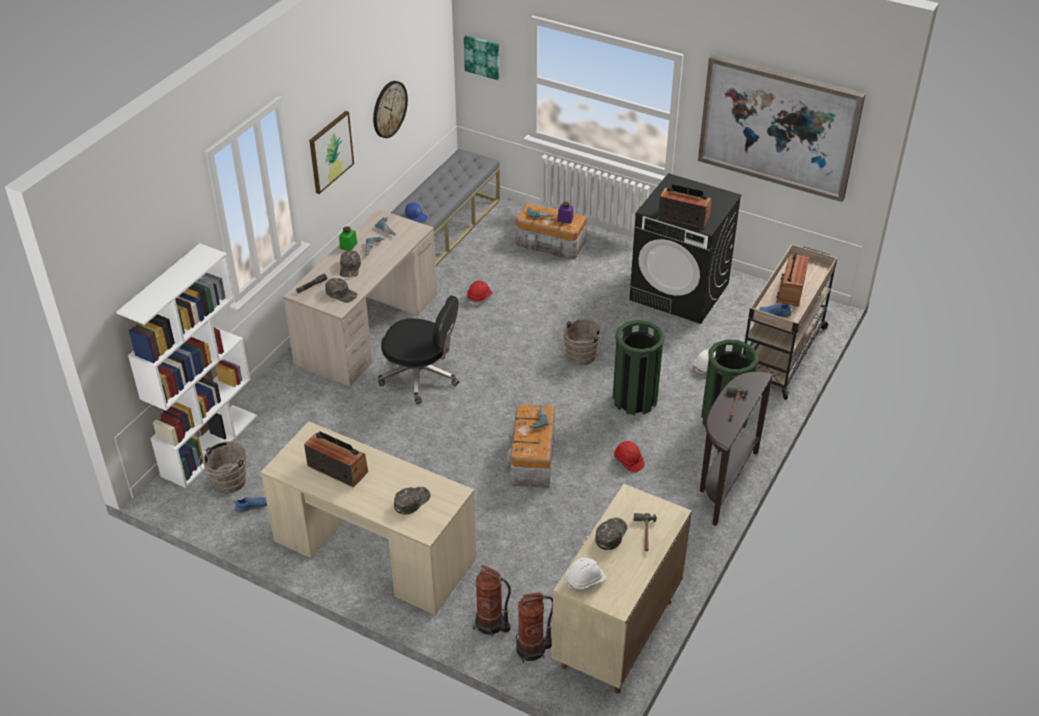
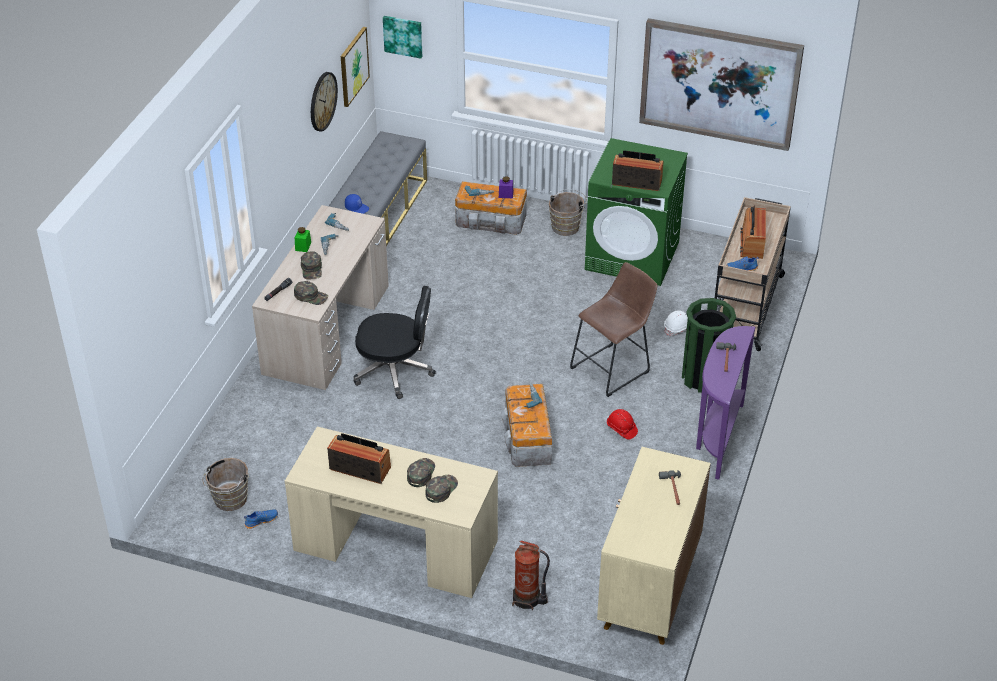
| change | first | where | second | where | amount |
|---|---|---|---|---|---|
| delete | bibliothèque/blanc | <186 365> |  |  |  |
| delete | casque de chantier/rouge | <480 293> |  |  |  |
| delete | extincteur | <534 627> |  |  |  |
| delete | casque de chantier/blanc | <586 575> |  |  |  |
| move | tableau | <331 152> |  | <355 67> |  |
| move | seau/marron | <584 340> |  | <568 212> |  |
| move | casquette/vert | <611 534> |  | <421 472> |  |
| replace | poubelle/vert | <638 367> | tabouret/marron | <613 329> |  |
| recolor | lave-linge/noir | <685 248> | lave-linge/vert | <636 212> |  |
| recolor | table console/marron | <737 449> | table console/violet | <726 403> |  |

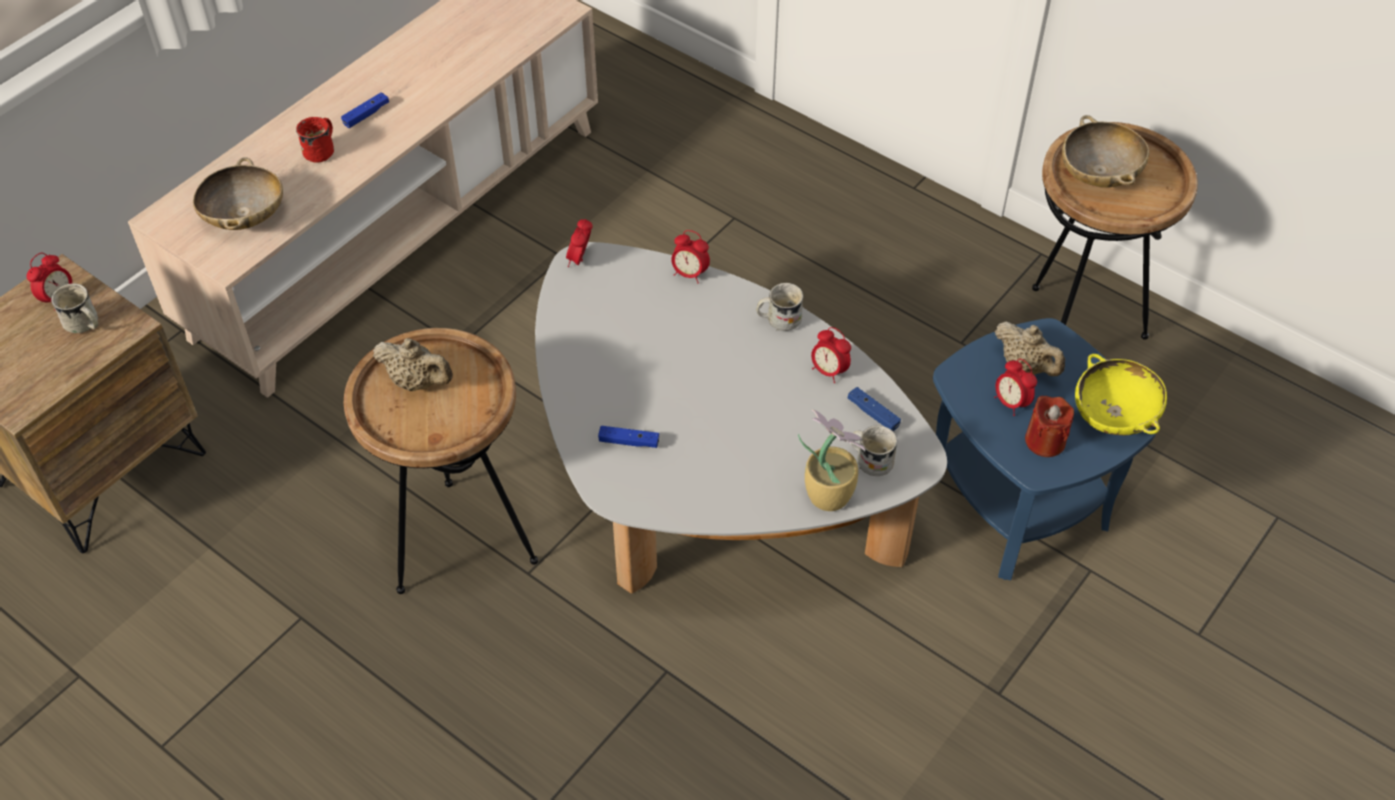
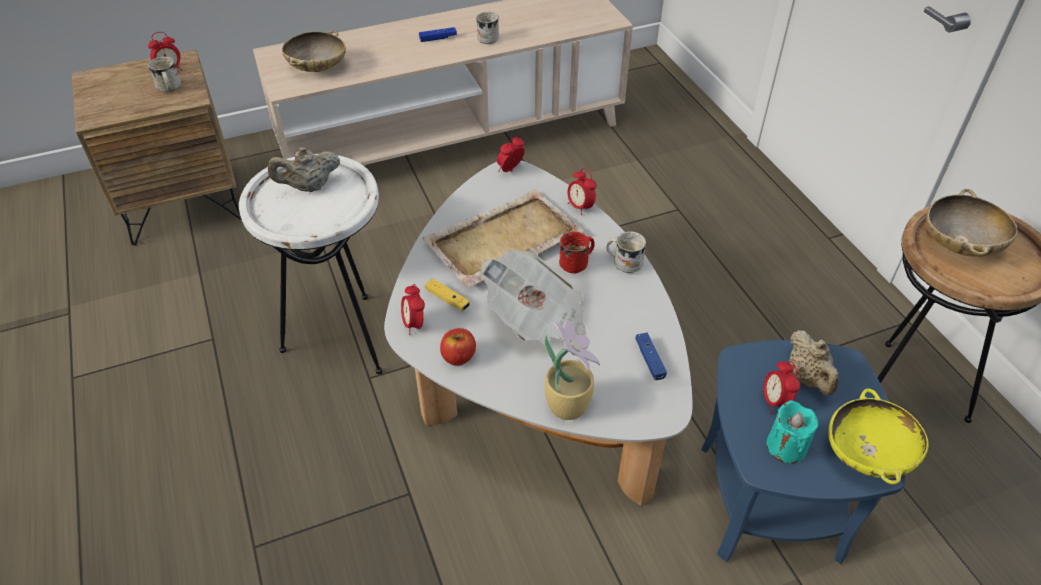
| change | first | where | second | where | amount |
|---|---|---|---|---|---|
| insert |  |  | plateau/beige | <503 238> |  |
| insert |  |  | pomme | <458 347> |  |
| insert |  |  | journal | <534 297> |  |
| move | mug/rouge | <315 139> |  | <577 253> |  |
| move | réveil | <831 355> |  | <413 309> |  |
| move | mug/blanc | <873 451> |  | <487 28> |  |
| recolor | table d'appoint/marron | <441 461> | table d'appoint/blanc | <310 264> |  |
| recolor | manette/bleu | <629 437> | manette/jaune | <447 295> |  |
| recolor | bougie/rouge | <1049 426> | bougie/turquoise | <792 432> |  |
| rotate | théière/beige | <413 364> |  | <304 169> | 105 degrees clockwise |

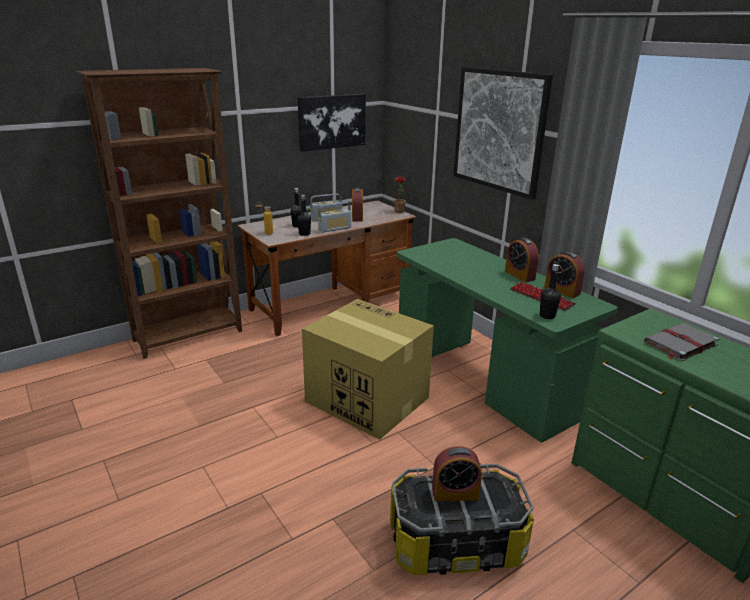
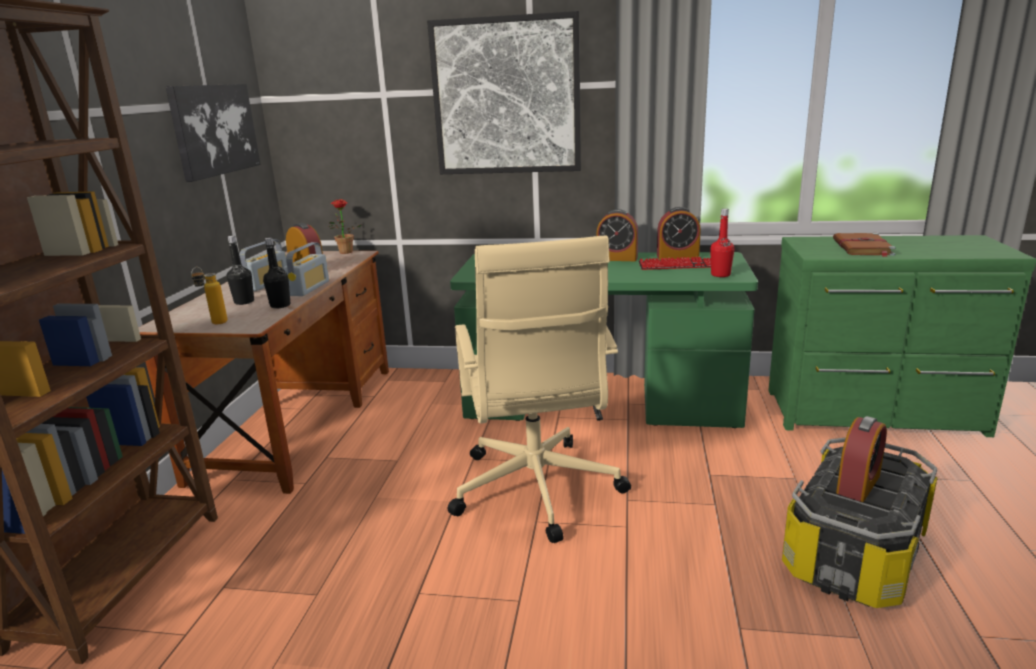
| change | first | where | second | where | amount |
|---|---|---|---|---|---|
| replace | carton | <368 369> | chaise de bureau/beige | <539 389> |  |
| recolor | bouteille/noir | <550 291> | bouteille/rouge | <722 243> |  |
| recolor | livre/gris | <682 342> | livre/marron | <864 245> |  |

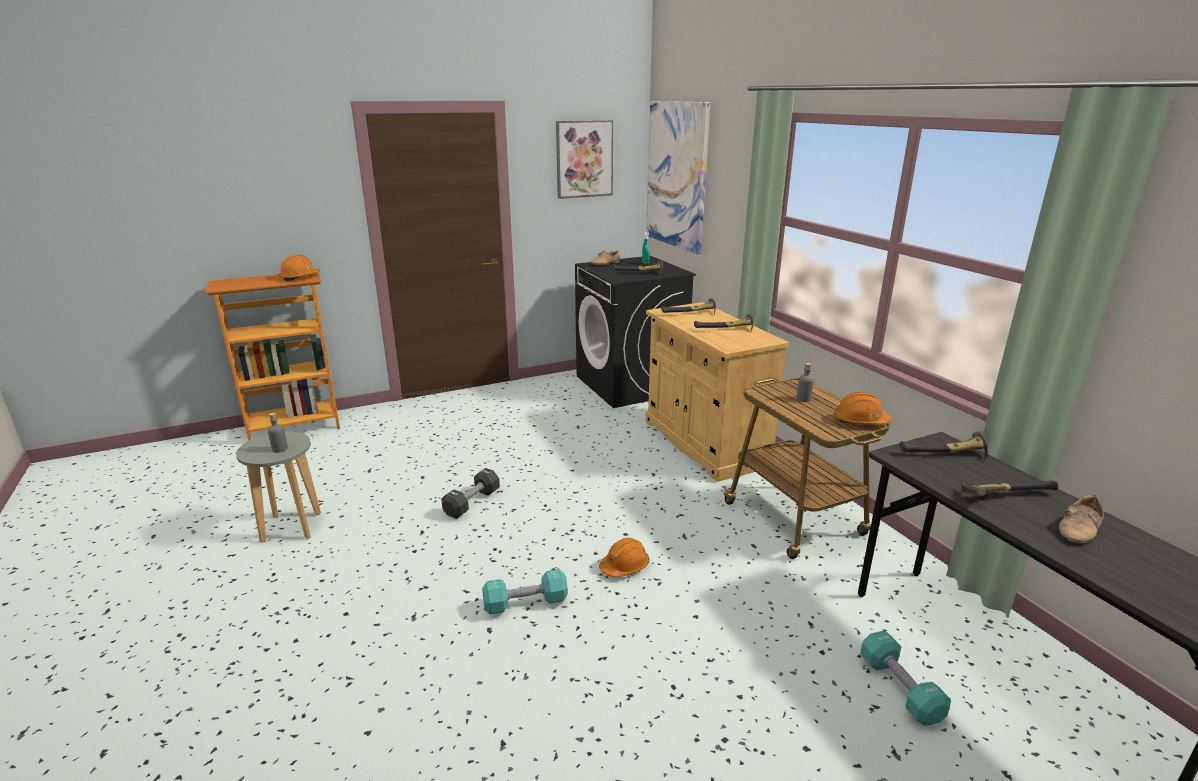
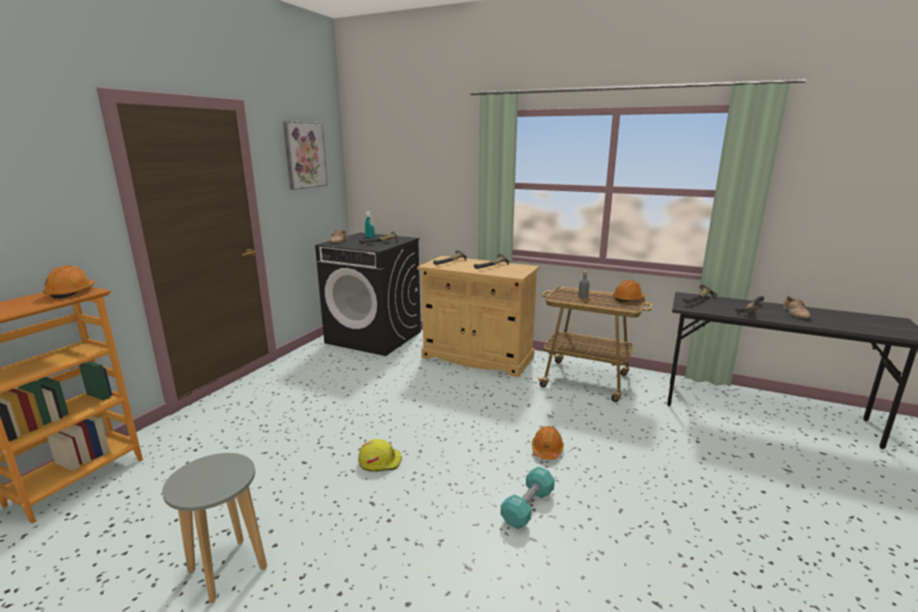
| change | first | where | second | where | amount |
|---|---|---|---|---|---|
| delete | bouteille/gris | <278 433> |  |  |  |
| delete | tableau | <678 177> |  |  |  |
| delete | haltère/turquoise | <905 678> |  |  |  |
| replace | haltère/noir | <470 493> | casque de chantier/jaune | <380 455> |  |

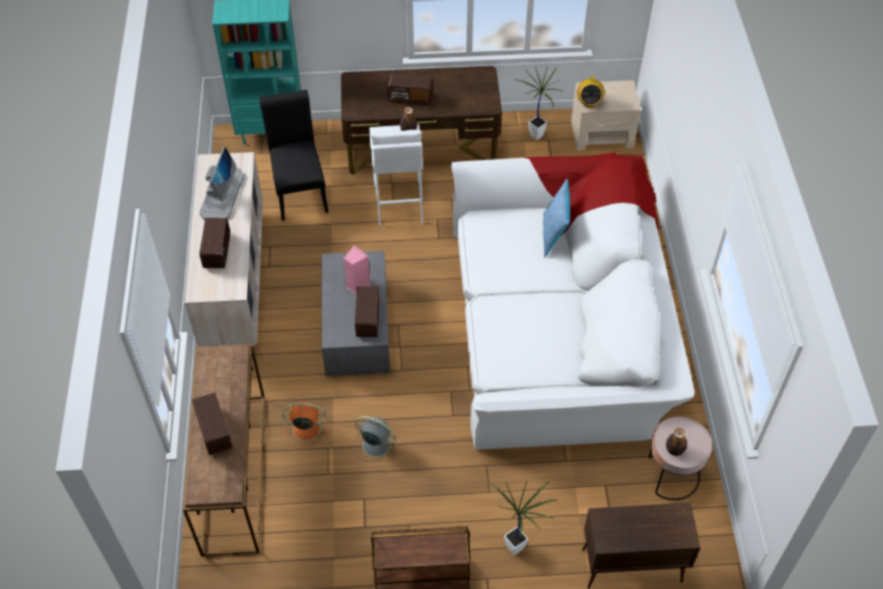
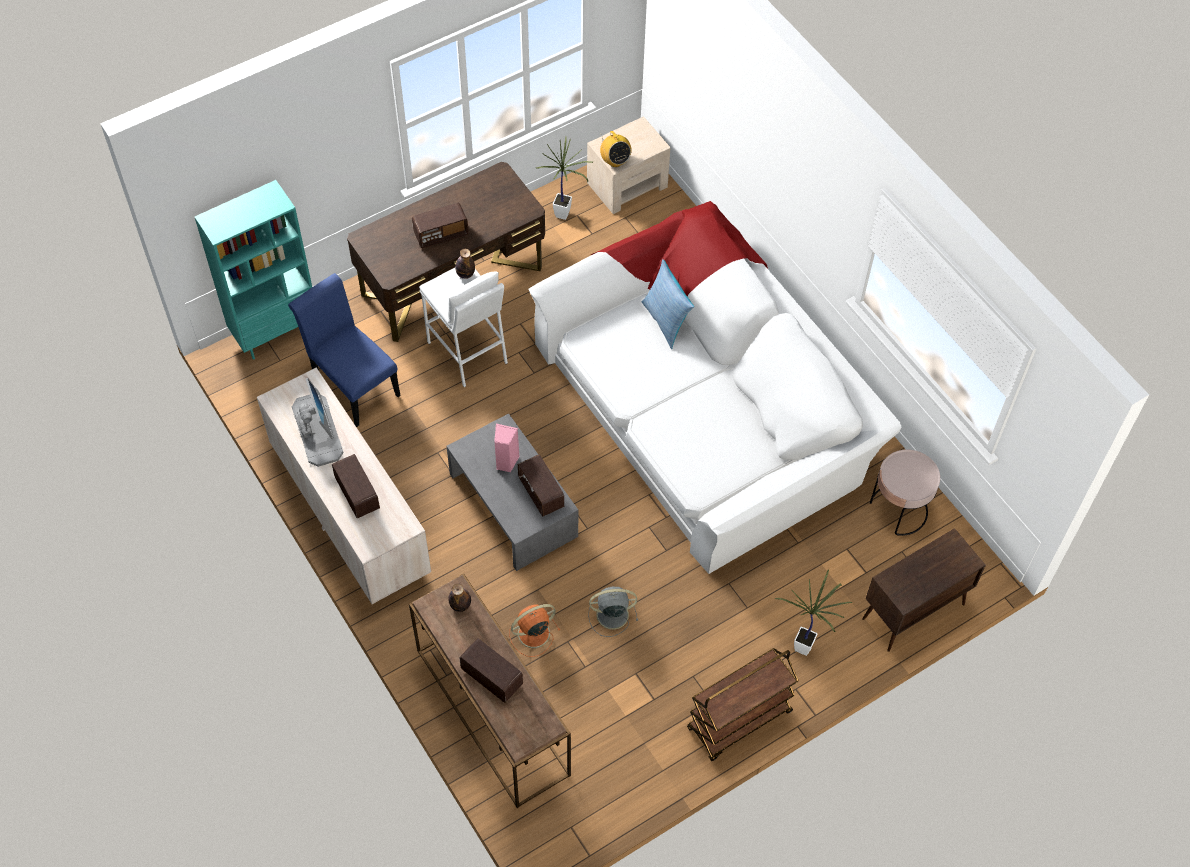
| change | first | where | second | where | amount |
|---|---|---|---|---|---|
| move | bouteille | <676 442> |  | <459 597> |  |
| recolor | chaise/noir | <294 155> | chaise/bleu | <344 350> |  |

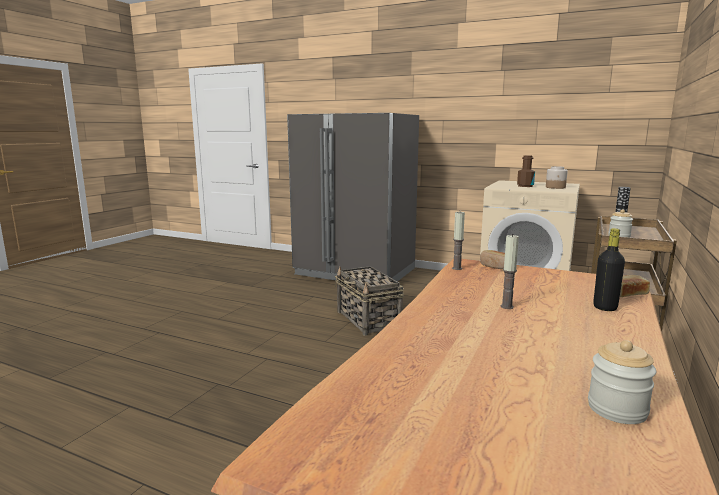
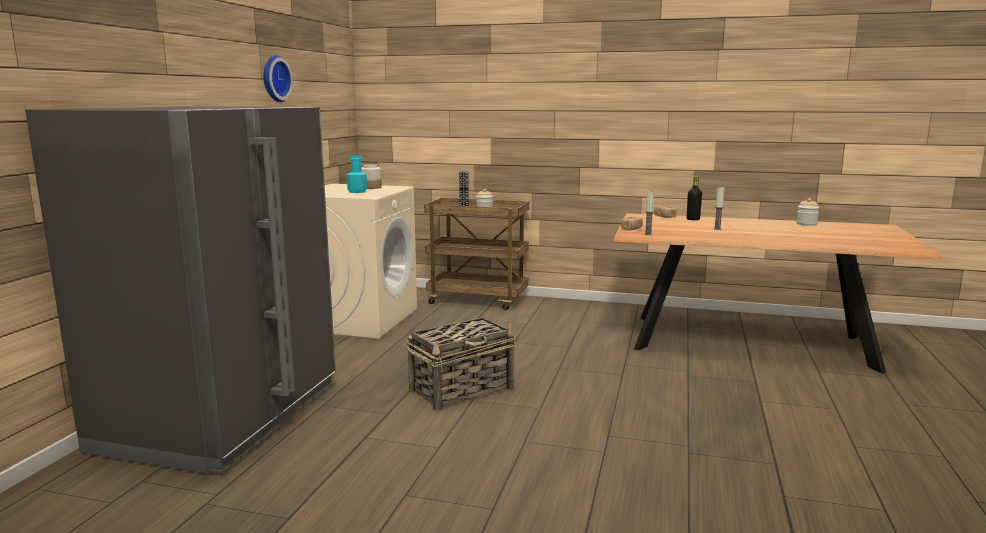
| change | first | where | second | where | amount |
|---|---|---|---|---|---|
| insert |  |  | horloge murale | <278 78> |  |
| recolor | bouteille/marron | <526 171> | bouteille/turquoise | <357 174> |  |

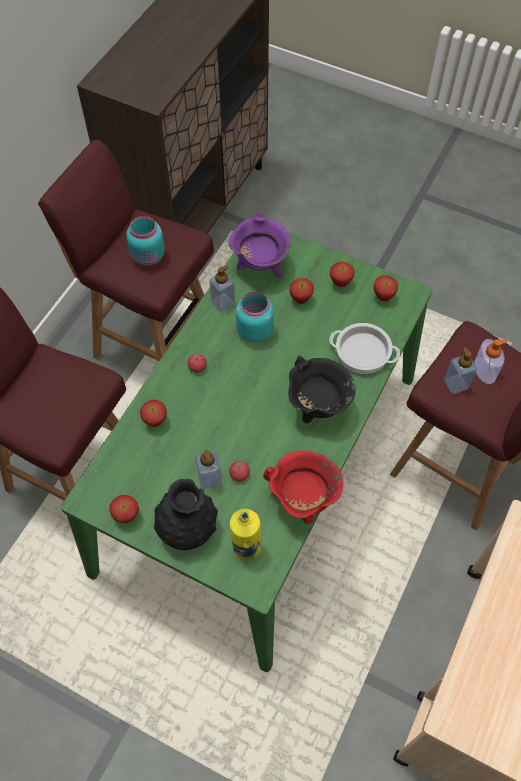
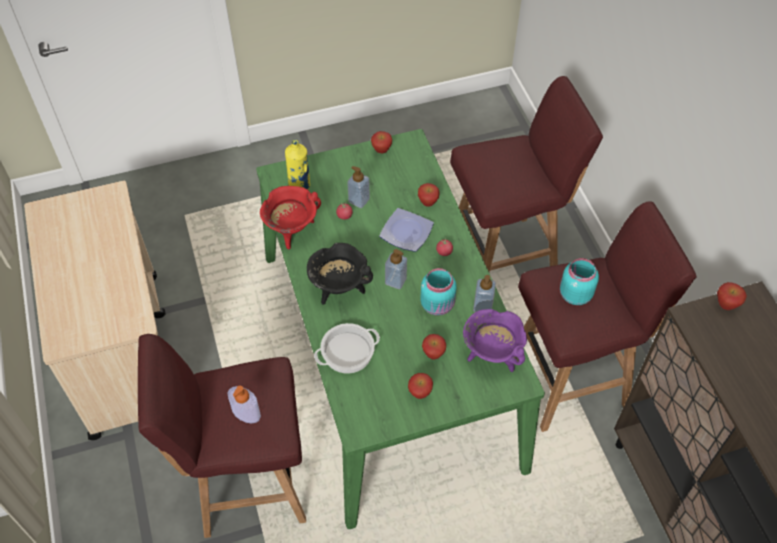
| change | first | where | second | where | amount |
|---|---|---|---|---|---|
| delete | vase/noir | <186 514> |  |  |  |
| insert |  |  | assiette | <406 230> |  |
| move | pomme | <386 288> |  | <732 296> |  |
| move | distributeur de savon | <460 370> |  | <396 269> |  |

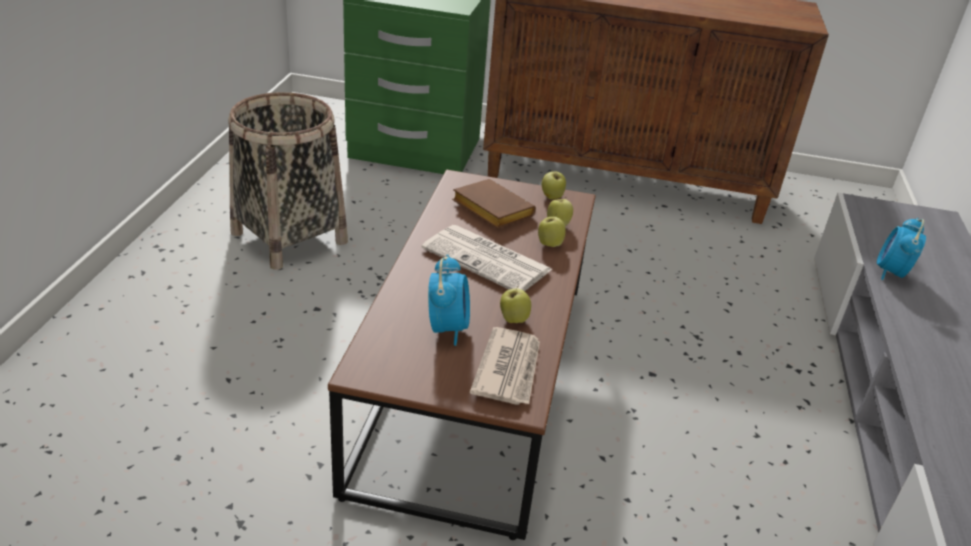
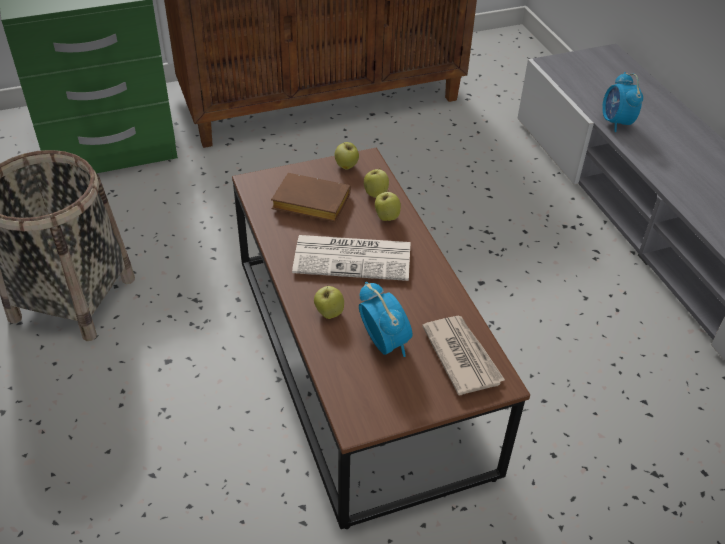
| change | first | where | second | where | amount |
|---|---|---|---|---|---|
| move | pomme | <515 304> |  | <329 302> |  |

